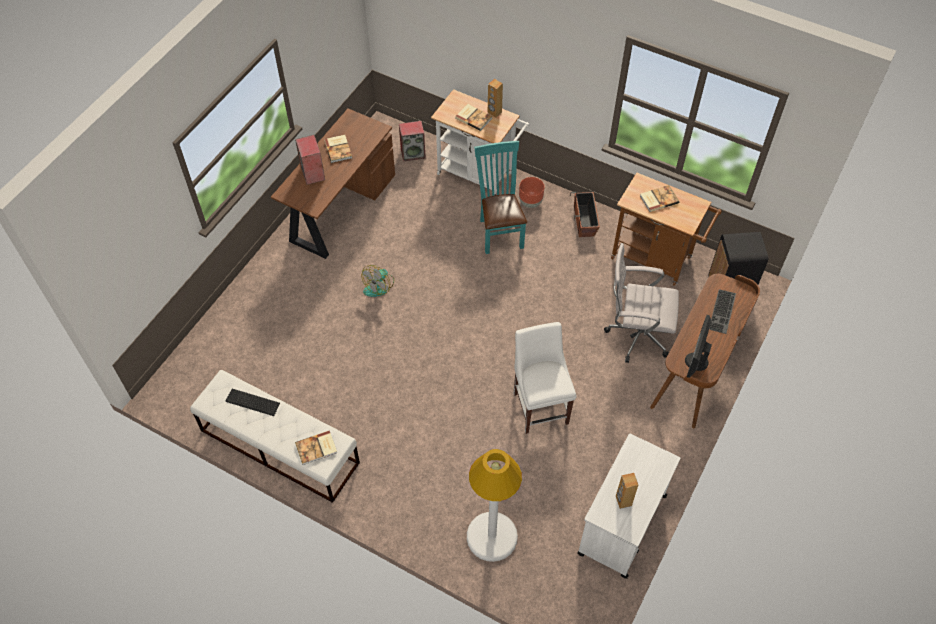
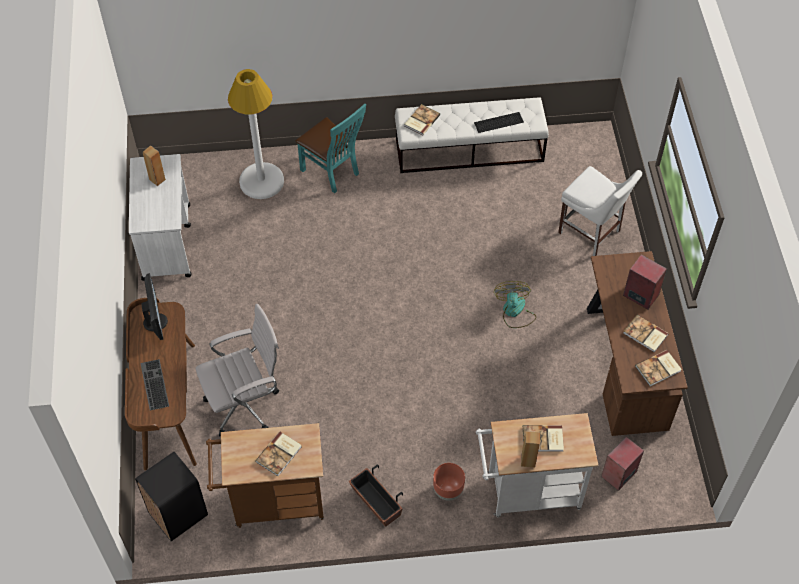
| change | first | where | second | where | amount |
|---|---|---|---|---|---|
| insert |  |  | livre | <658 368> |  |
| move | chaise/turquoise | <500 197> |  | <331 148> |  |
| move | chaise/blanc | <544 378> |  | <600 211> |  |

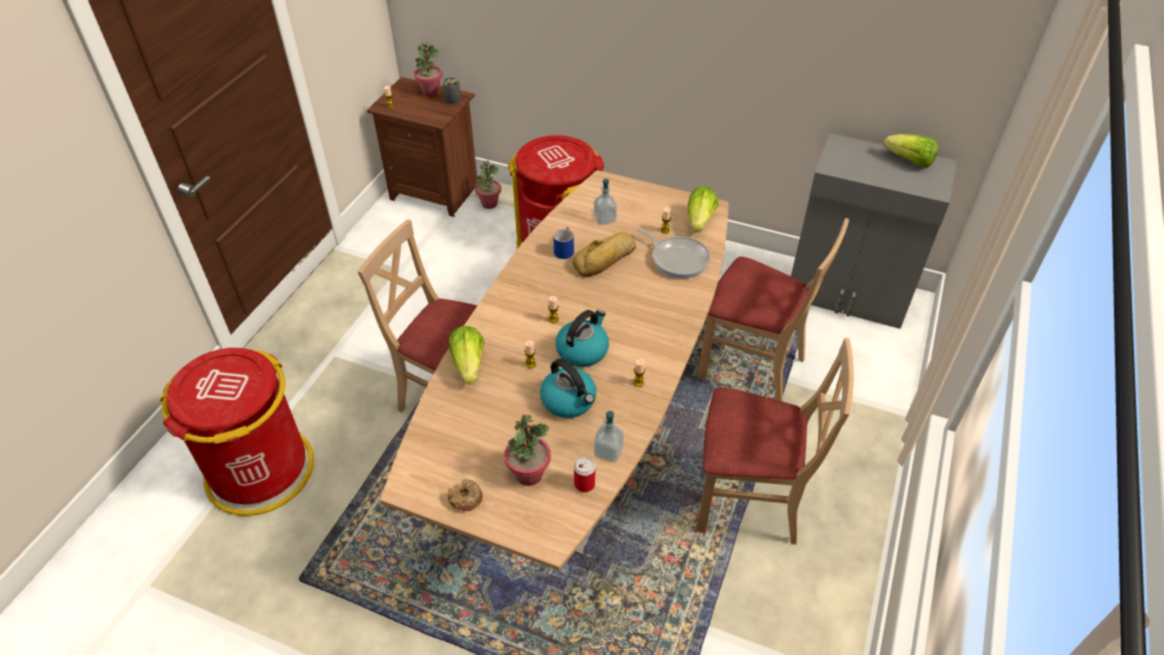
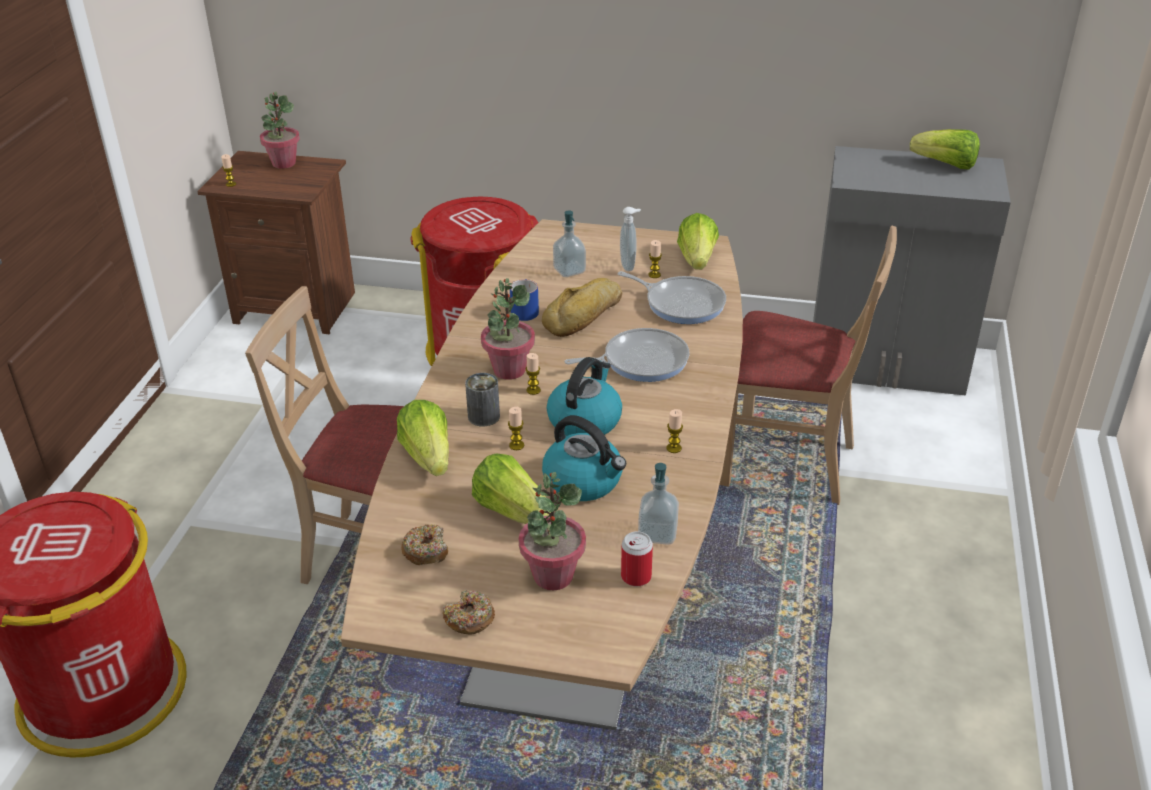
| change | first | where | second | where | amount |
|---|---|---|---|---|---|
| delete | chaise/beige | <775 441> |  |  |  |
| insert |  |  | beignet | <424 544> |  |
| insert |  |  | laitue | <511 489> |  |
| insert |  |  | poêle | <627 355> |  |
| insert |  |  | distributeur de savon | <630 239> |  |
| move | boîte métallique | <452 91> |  | <482 400> |  |
| move | plante en pot | <488 184> |  | <508 329> |  |

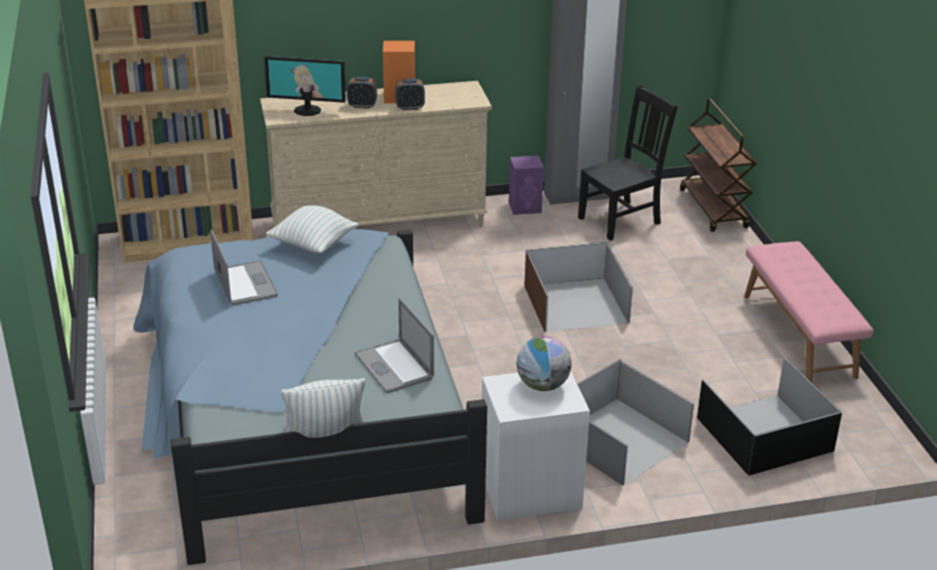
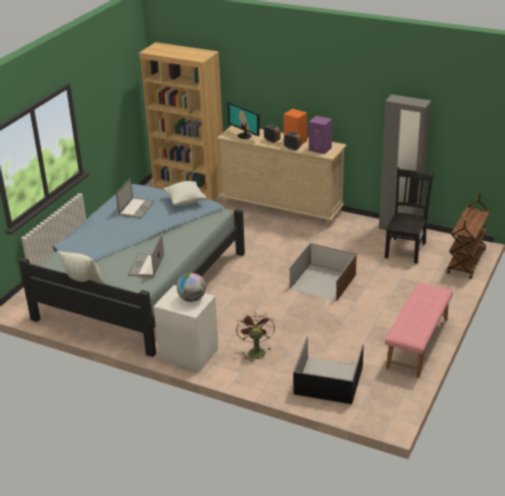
| change | first | where | second | where | amount |
|---|---|---|---|---|---|
| move | enceinte/violet | <526 185> |  | <320 135> |  |
| replace | boîte de rangement/gris | <635 422> | ventilateur/marron | <255 337> |  |
| rotate | chaise/noir | <628 162> |  | <409 215> | 75 degrees counterclockwise |

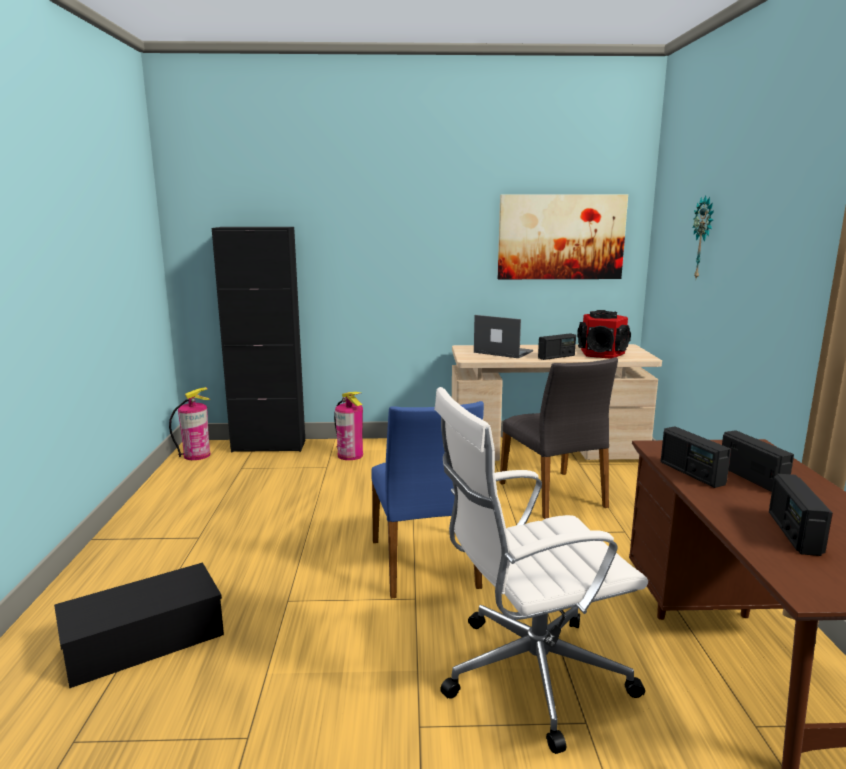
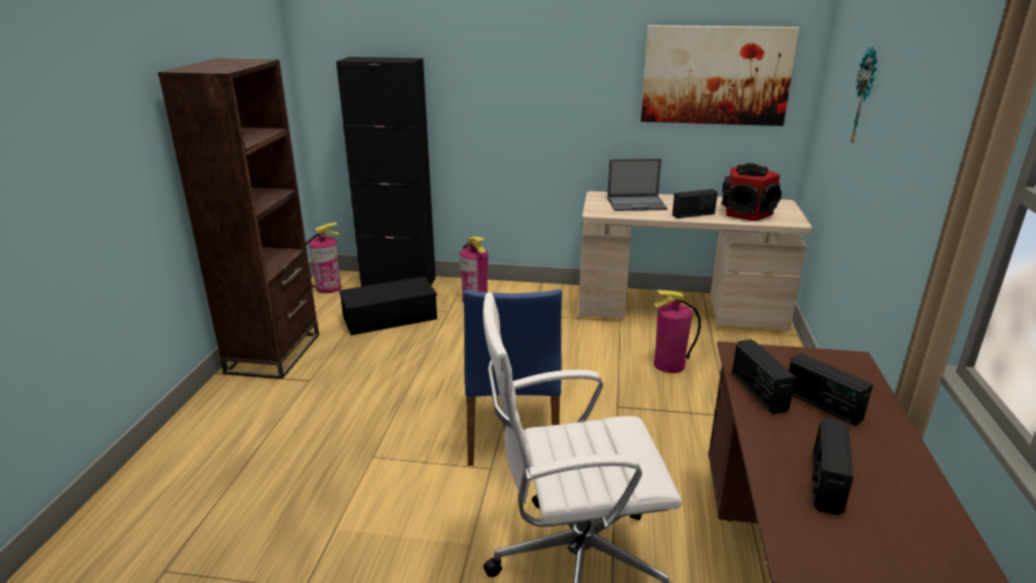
| change | first | where | second | where | amount |
|---|---|---|---|---|---|
| insert |  |  | bibliothèque/marron | <238 218> |  |
| move | boîte de rangement/noir | <139 626> |  | <388 305> |  |
| replace | chaise/gris | <558 438> | extincteur | <677 331> |  |
| rotate | ordinateur portable | <503 336> |  | <637 185> | 135 degrees clockwise |
| rotate | radio | <758 461> |  | <831 389> | 150 degrees clockwise |

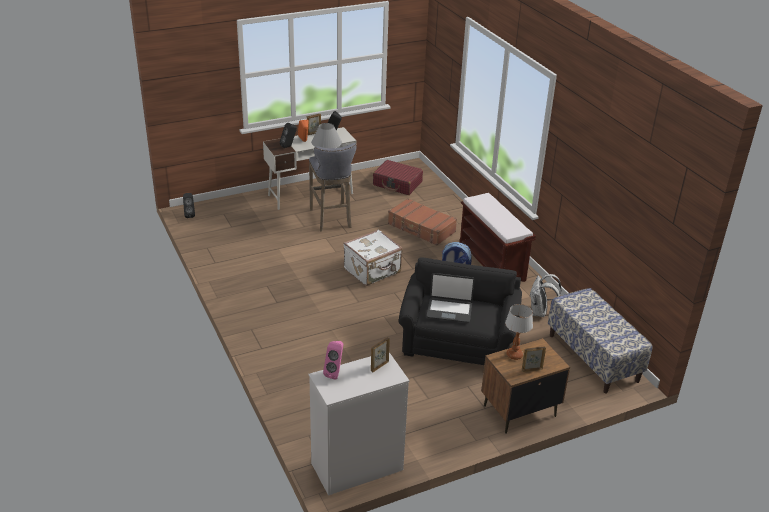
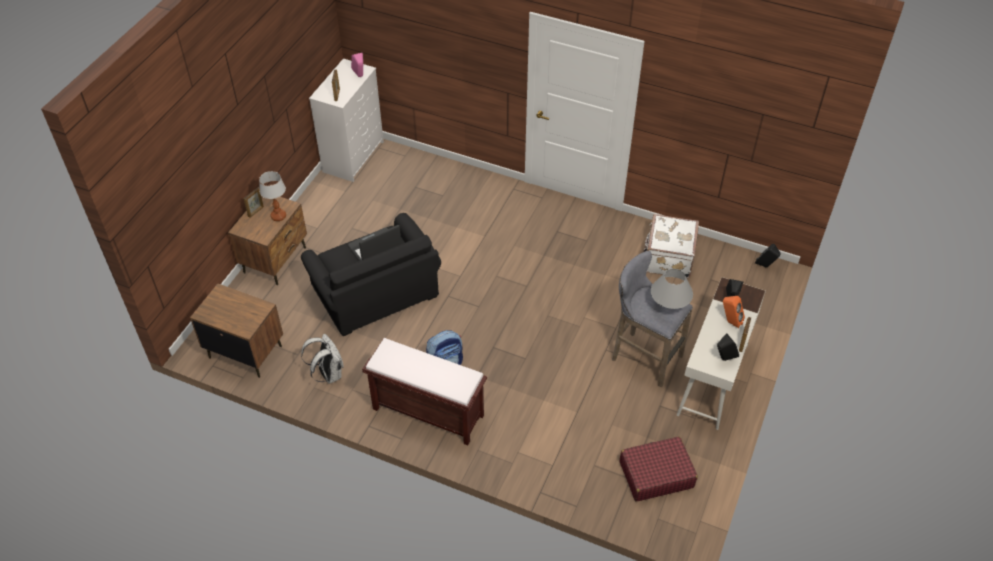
| change | first | where | second | where | amount |
|---|---|---|---|---|---|
| delete | valise/marron | <422 221> |  |  |  |
| move | valise/blanc | <373 257> |  | <671 246> |  |
| replace | banc | <600 341> | table de chevet/marron | <236 330> |  |

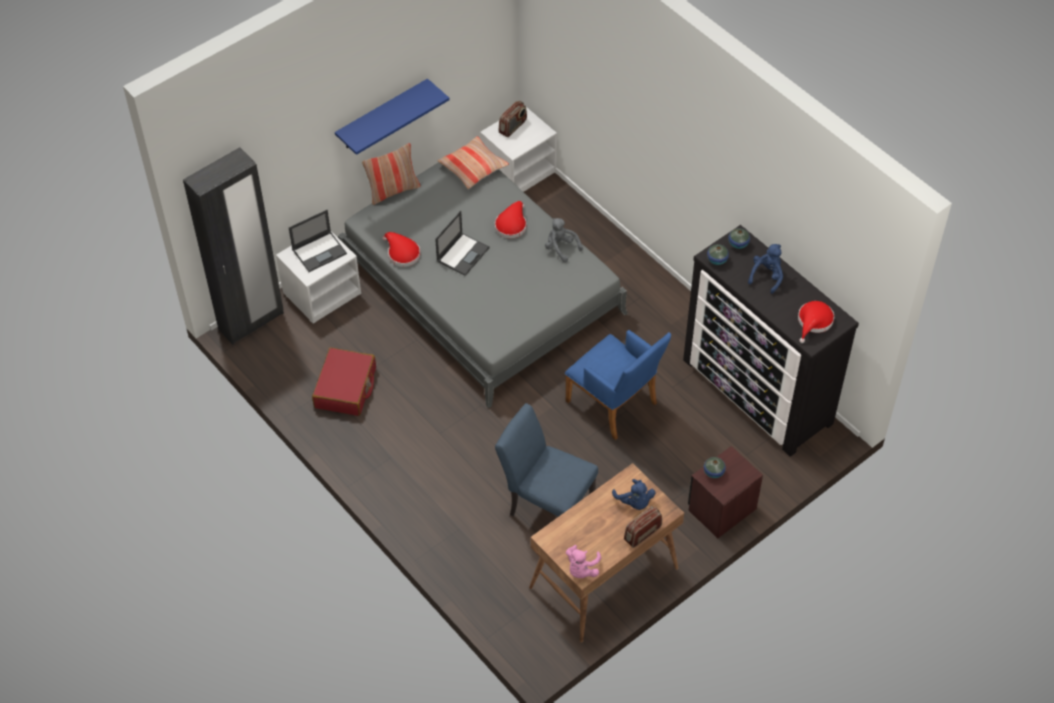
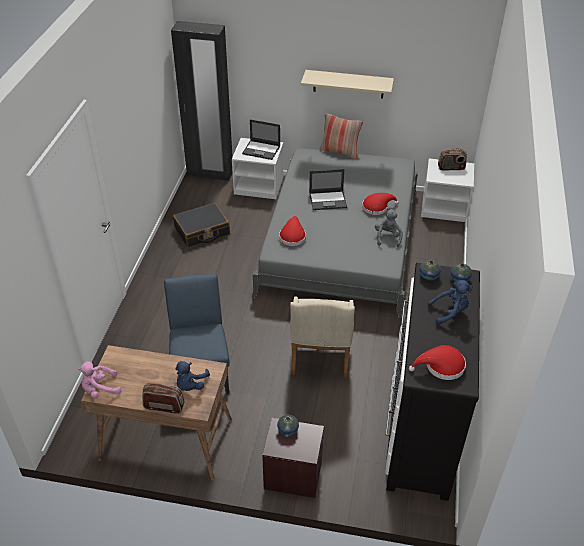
| change | first | where | second | where | amount |
|---|---|---|---|---|---|
| delete | coussin | <473 162> |  |  |  |
| move | chapeau/rouge | <401 249> |  | <292 231> |  |
| recolor | valise/rouge | <344 382> | valise/noir | <201 225> |  |
| recolor | étagère/bleu | <392 116> | étagère/beige | <347 84> |  |
| recolor | fauteuil/bleu | <618 385> | fauteuil/beige | <322 337> |  |

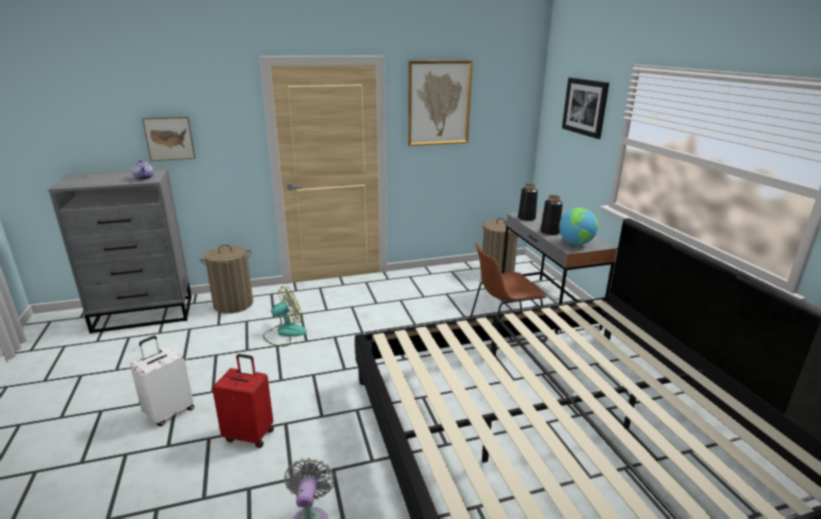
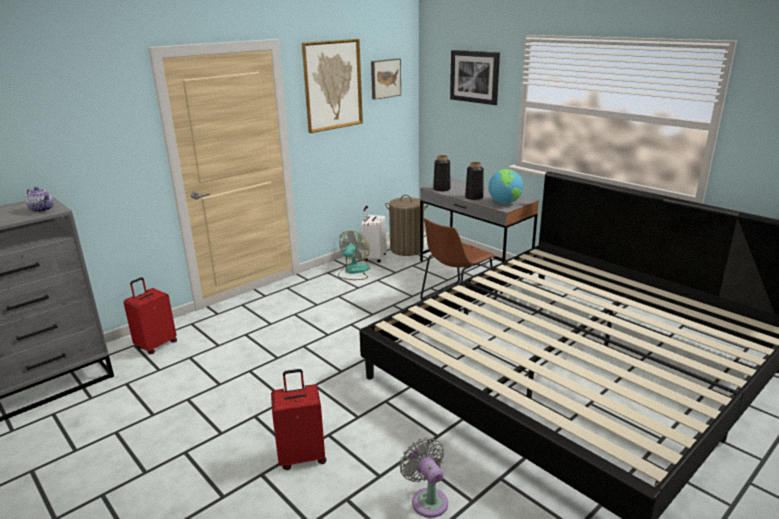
| change | first | where | second | where | amount |
|---|---|---|---|---|---|
| move | valise/blanc | <162 381> |  | <374 234> |  |
| move | tableau | <168 138> |  | <386 79> |  |
| move | ventilateur | <285 316> |  | <354 255> |  |
| replace | panier à linge | <226 279> | valise/rouge | <150 315> |  |

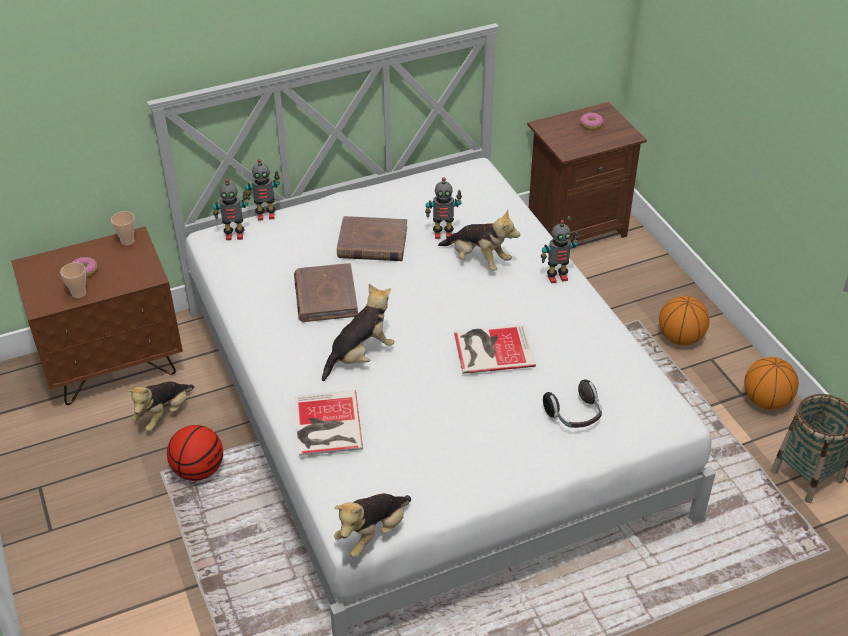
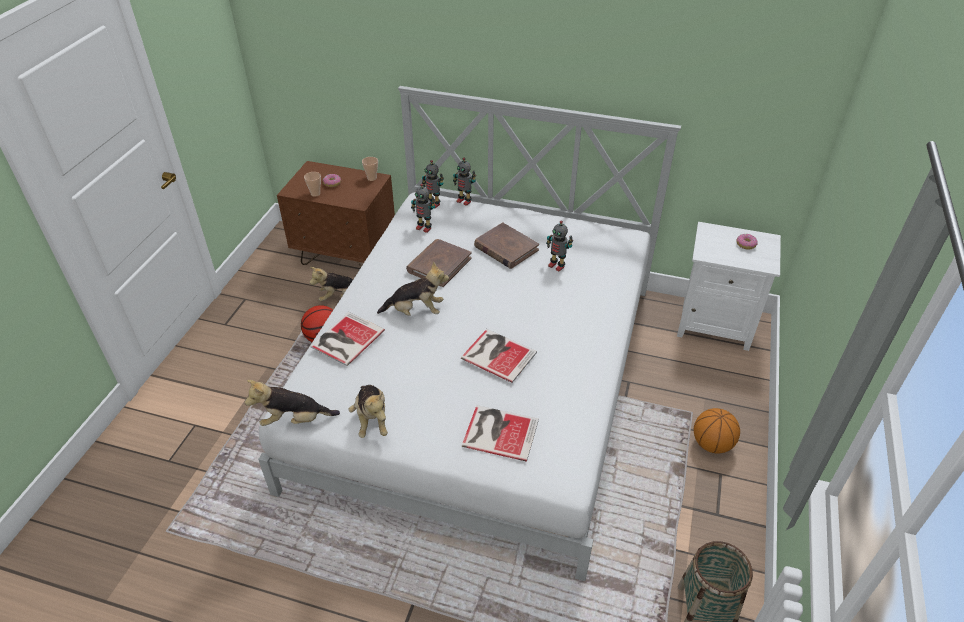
| change | first | where | second | where | amount |
|---|---|---|---|---|---|
| delete | ballon de basket | <771 383> |  |  |  |
| move | peluche | <479 240> |  | <368 411> |  |
| move | robot jouet | <560 251> |  | <423 208> |  |
| replace | casque audio | <572 403> | livre | <500 433> |  |
| recolor | table de chevet/marron | <587 171> | table de chevet/blanc | <729 286> |  |

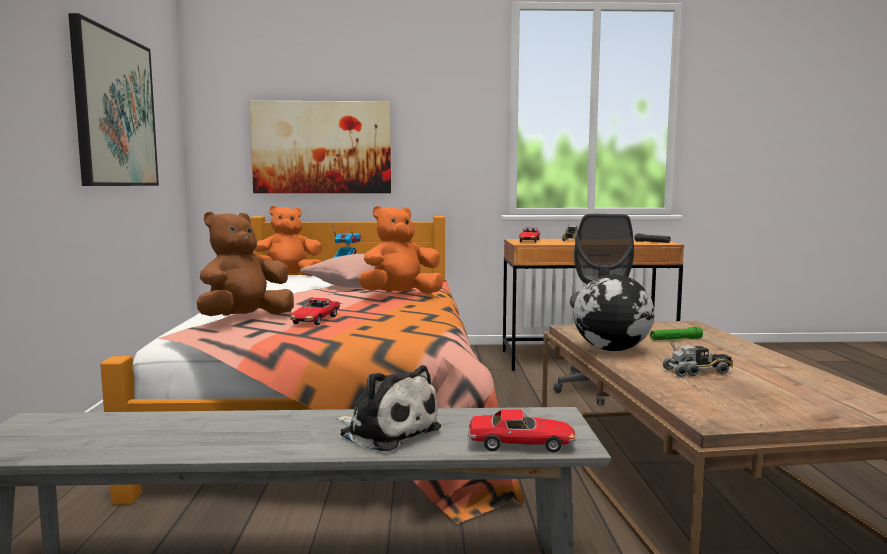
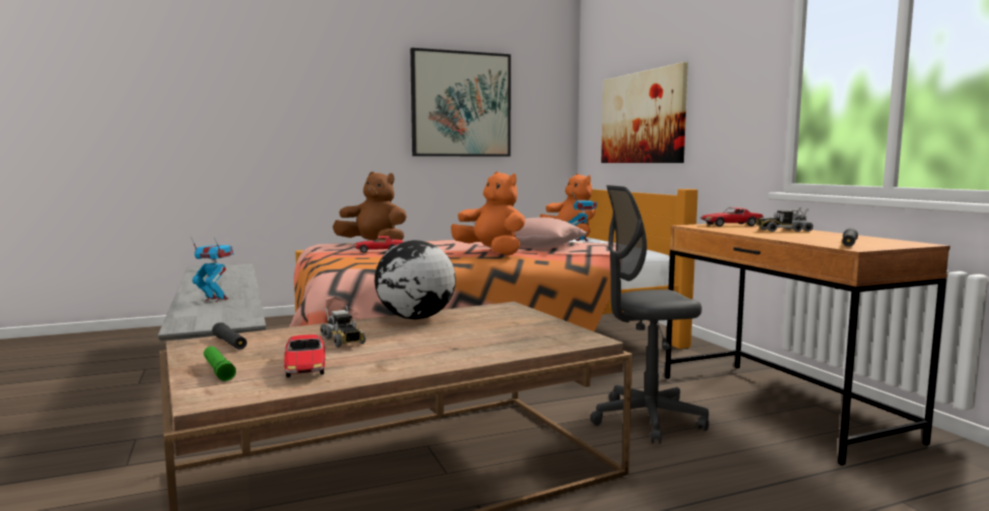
| change | first | where | second | where | amount |
|---|---|---|---|---|---|
| insert |  |  | lampe de poche/noir | <229 336> |  |
| move | petite voiture | <522 431> |  | <304 356> |  |
| move | lampe de poche/vert | <676 333> |  | <220 363> |  |
| replace | peluche | <389 408> | robot jouet | <212 269> |  |

